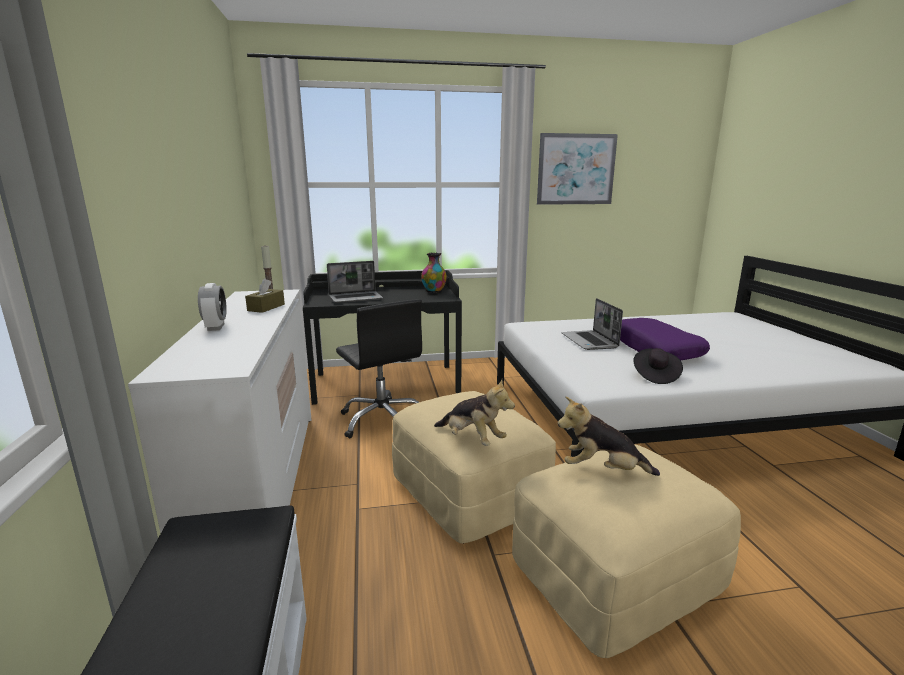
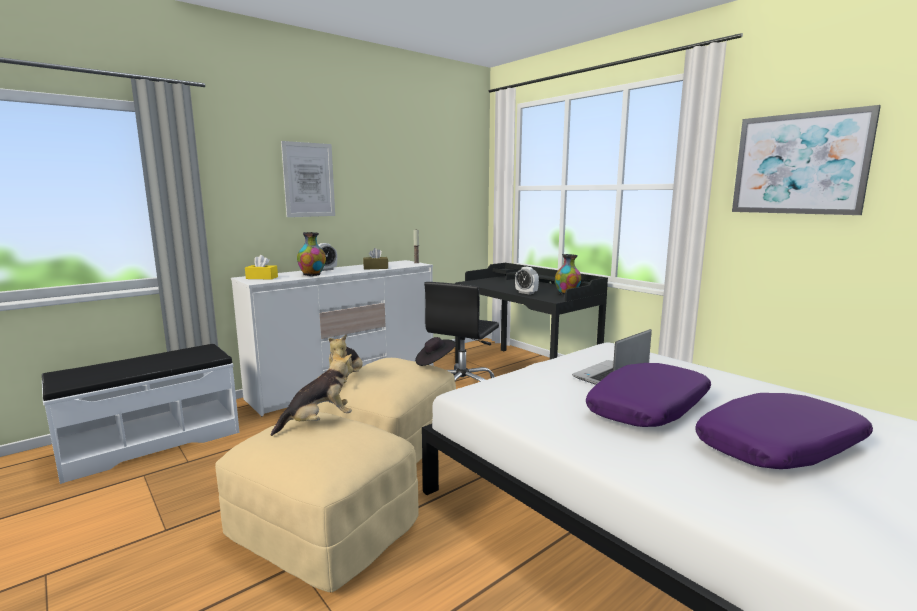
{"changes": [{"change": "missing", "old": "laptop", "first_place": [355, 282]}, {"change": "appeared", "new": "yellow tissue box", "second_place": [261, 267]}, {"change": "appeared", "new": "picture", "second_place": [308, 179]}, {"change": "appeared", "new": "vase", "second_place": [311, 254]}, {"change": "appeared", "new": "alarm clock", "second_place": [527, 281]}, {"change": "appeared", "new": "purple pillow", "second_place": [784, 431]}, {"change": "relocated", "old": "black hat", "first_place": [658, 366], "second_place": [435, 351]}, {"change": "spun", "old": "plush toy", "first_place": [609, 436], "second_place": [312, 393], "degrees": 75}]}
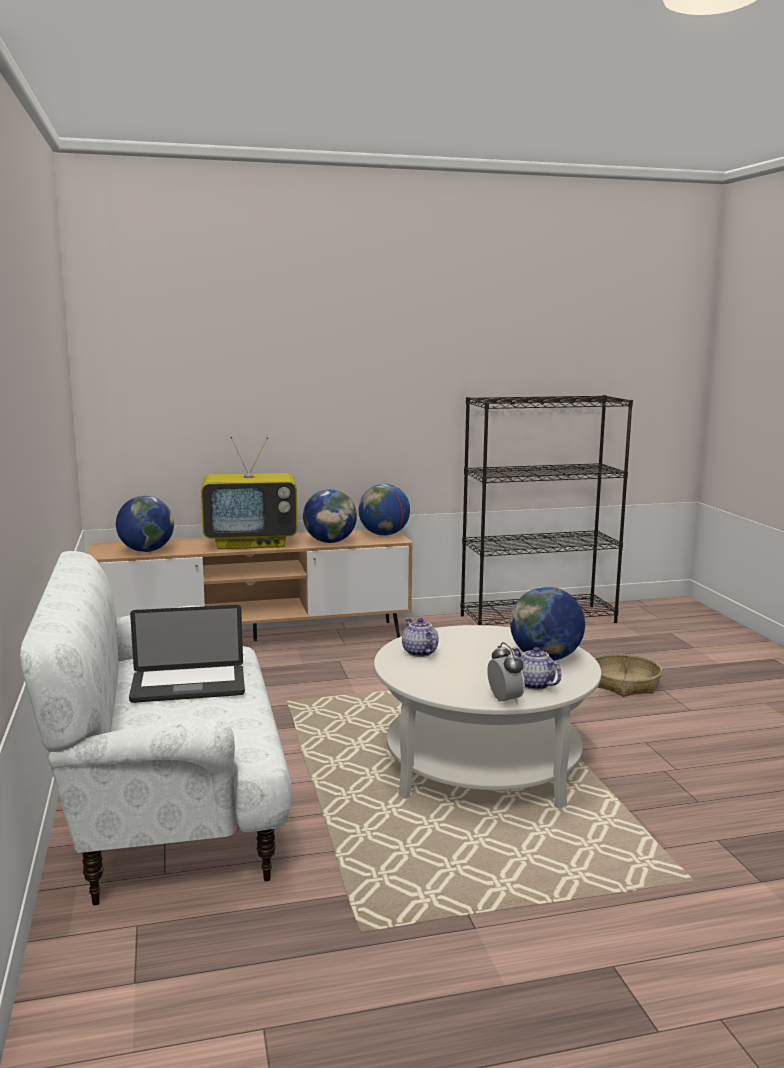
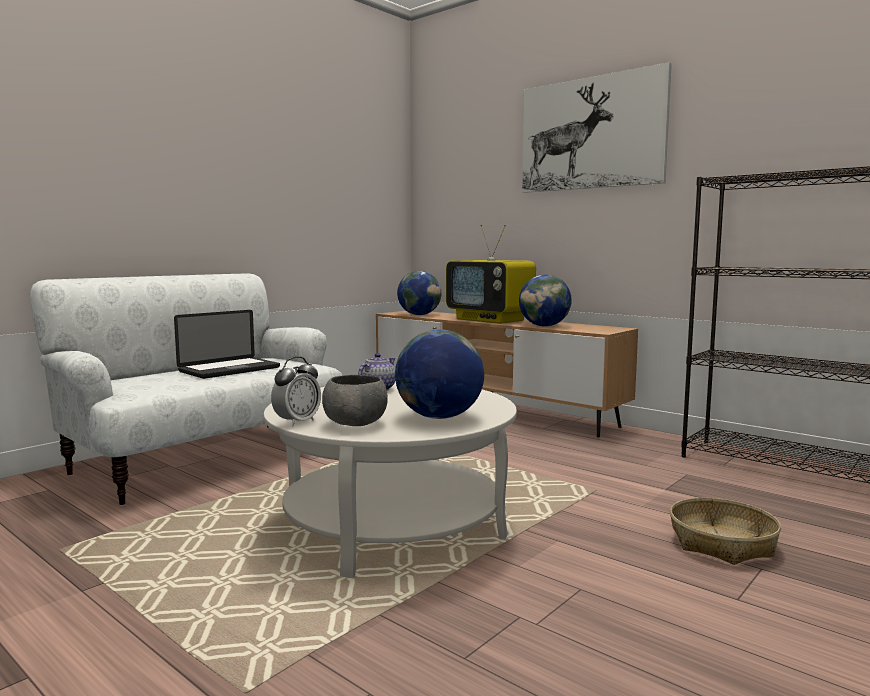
{"changes": [{"change": "missing", "old": "globe", "first_place": [384, 510]}, {"change": "appeared", "new": "picture", "second_place": [597, 127]}, {"change": "exchanged", "old": "teapot", "new": "grey bowl", "first_place": [536, 668], "second_place": [355, 400]}, {"change": "spun", "old": "laptop", "first_place": [187, 654], "second_place": [227, 344], "degrees": -90}]}
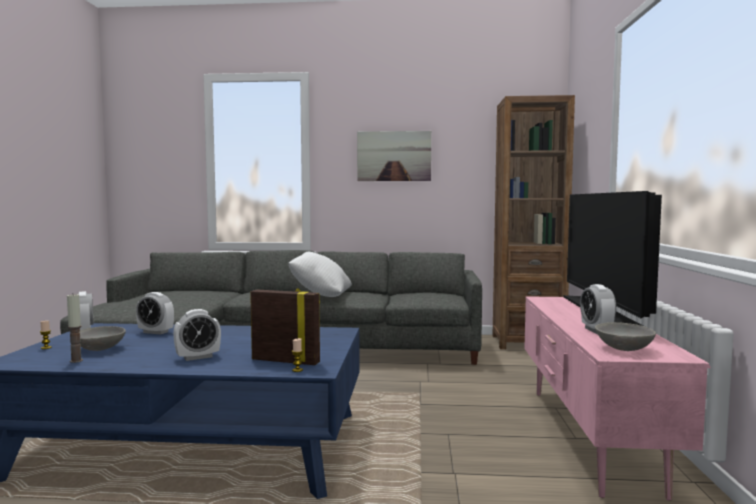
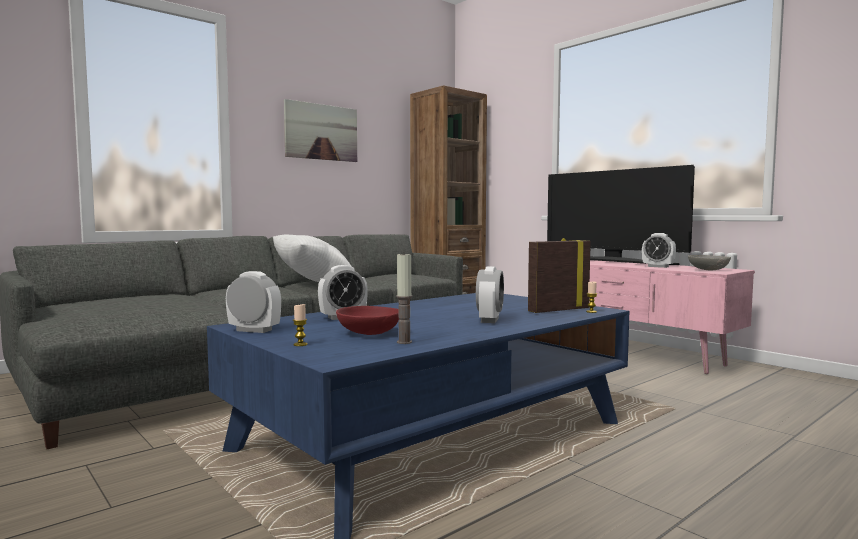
{"changes": [{"change": "colour", "old": "grey bowl", "new": "red bowl", "first_place": [103, 338], "second_place": [367, 320]}]}
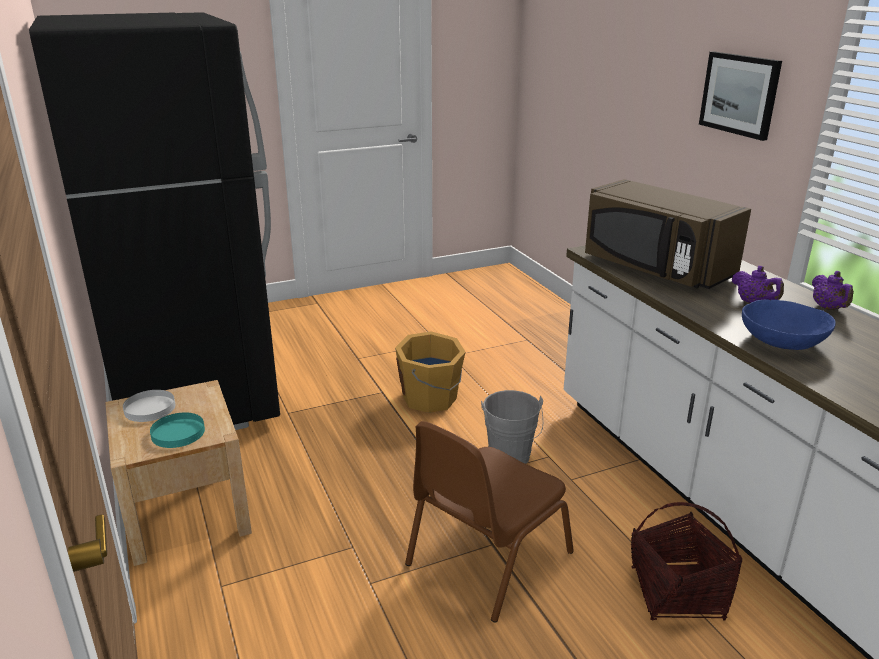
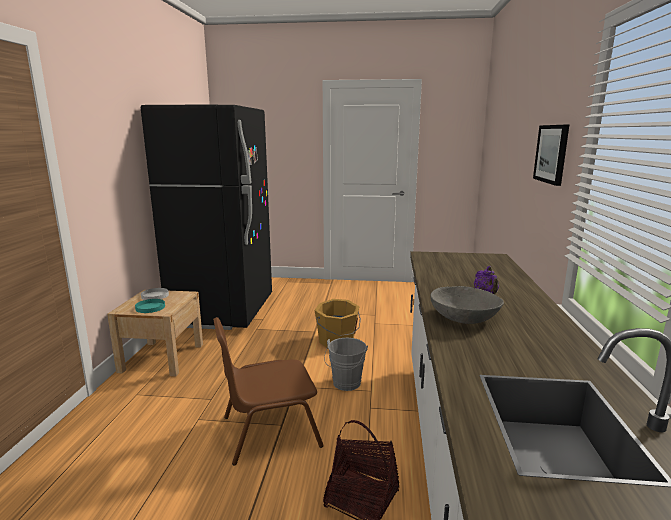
{"changes": [{"change": "missing", "old": "brown microwave", "first_place": [668, 234]}, {"change": "missing", "old": "purple teapot", "first_place": [833, 290]}, {"change": "colour", "old": "blue bowl", "new": "grey bowl", "first_place": [789, 324], "second_place": [467, 305]}]}
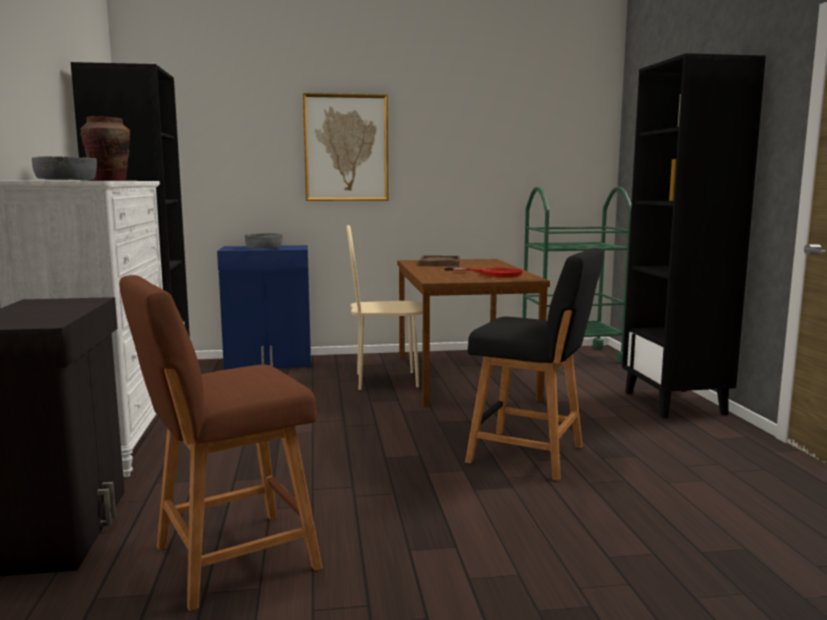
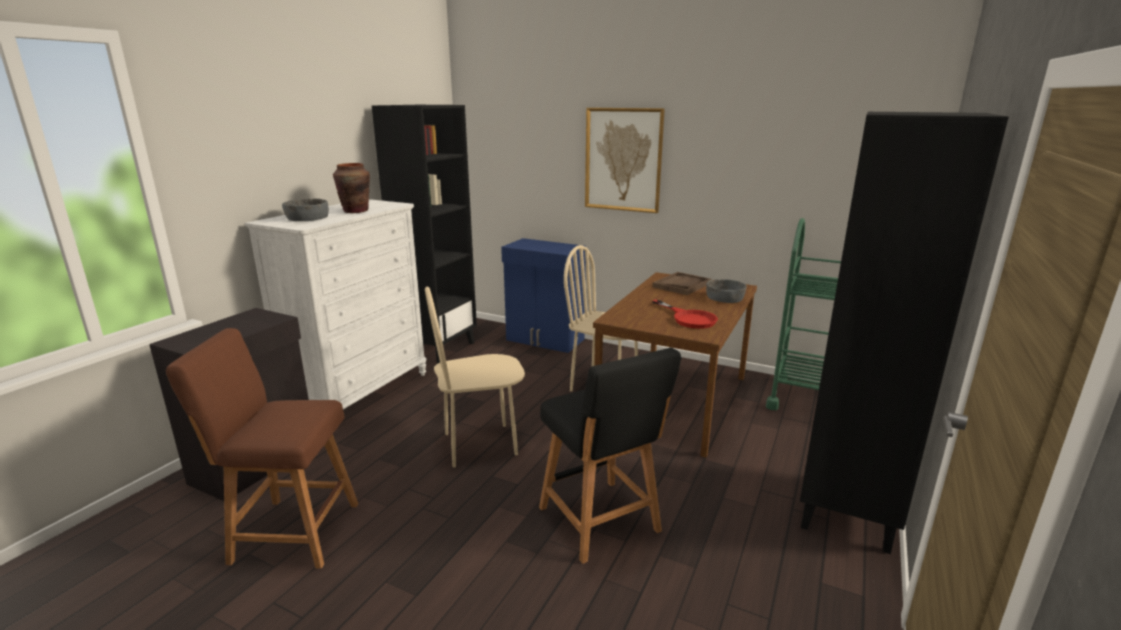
{"changes": [{"change": "appeared", "new": "beige chair", "second_place": [475, 377]}, {"change": "relocated", "old": "grey bowl", "first_place": [264, 241], "second_place": [726, 291]}]}
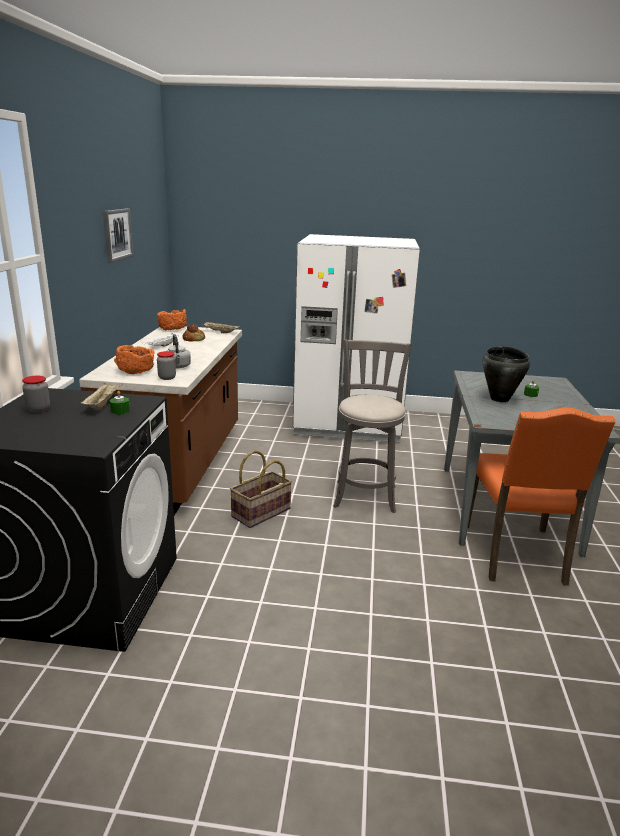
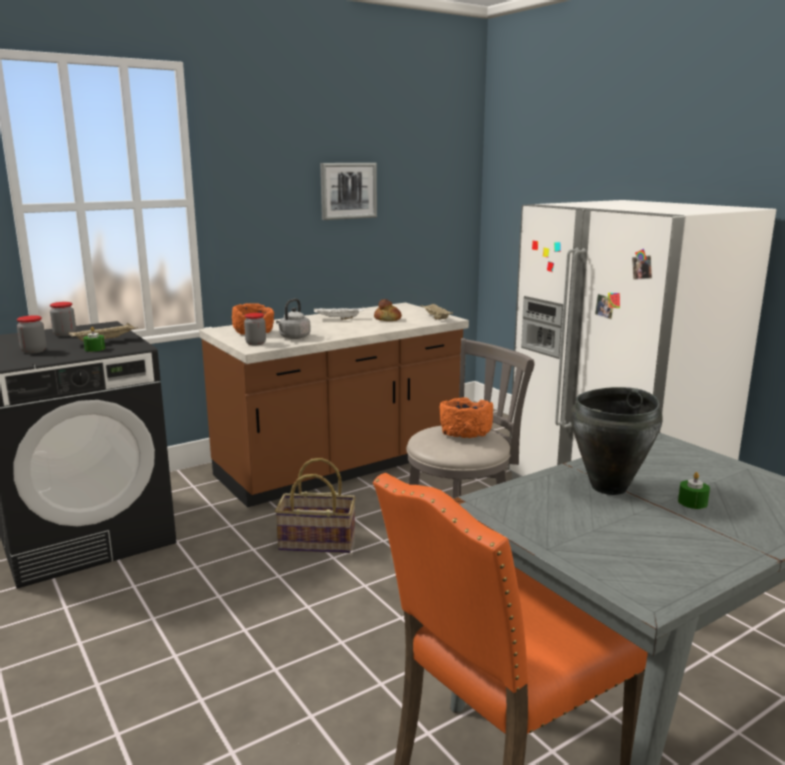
{"changes": [{"change": "appeared", "new": "jar", "second_place": [31, 334]}, {"change": "relocated", "old": "orange bowl", "first_place": [172, 320], "second_place": [466, 417]}]}
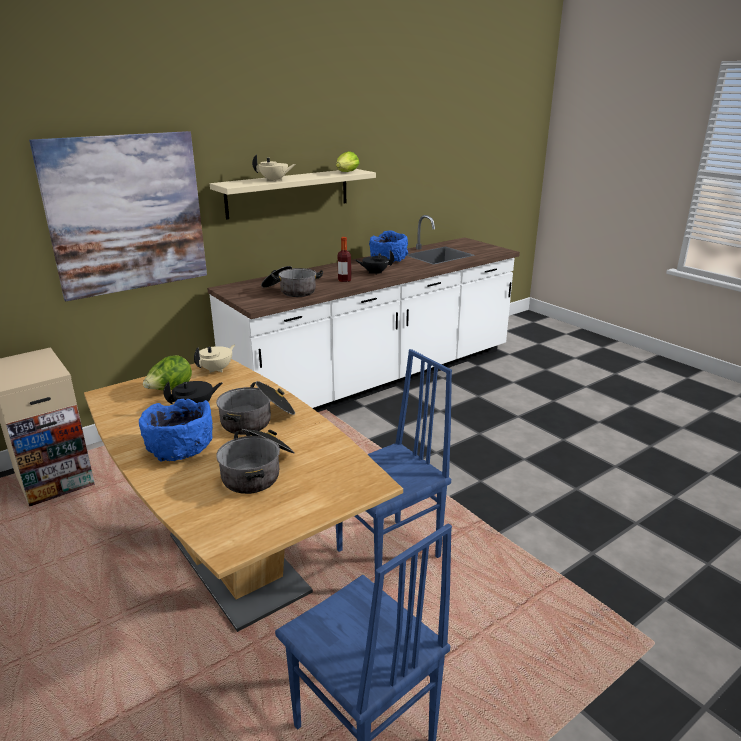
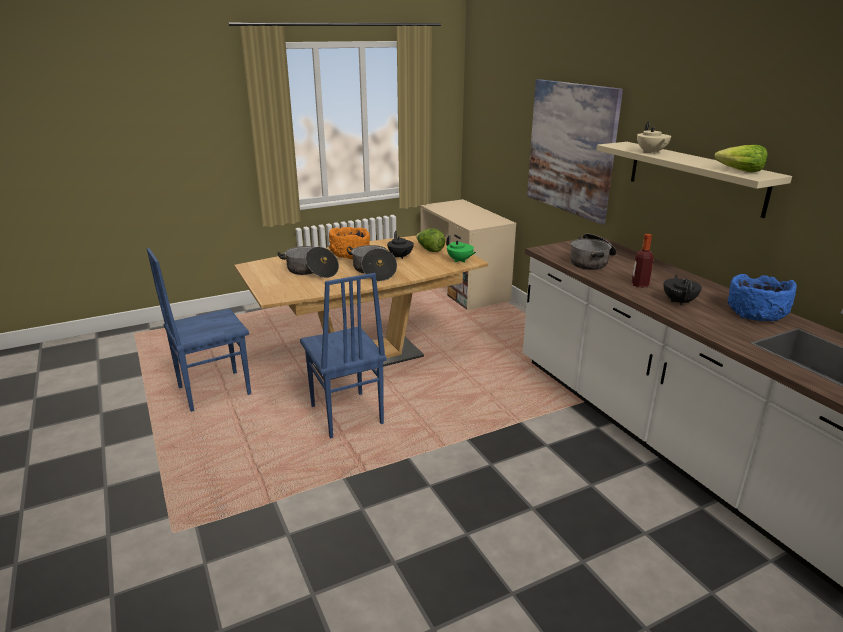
{"changes": [{"change": "colour", "old": "blue bowl", "new": "orange bowl", "first_place": [176, 430], "second_place": [349, 243]}, {"change": "colour", "old": "beige teapot", "new": "green teapot", "first_place": [214, 359], "second_place": [461, 249]}]}
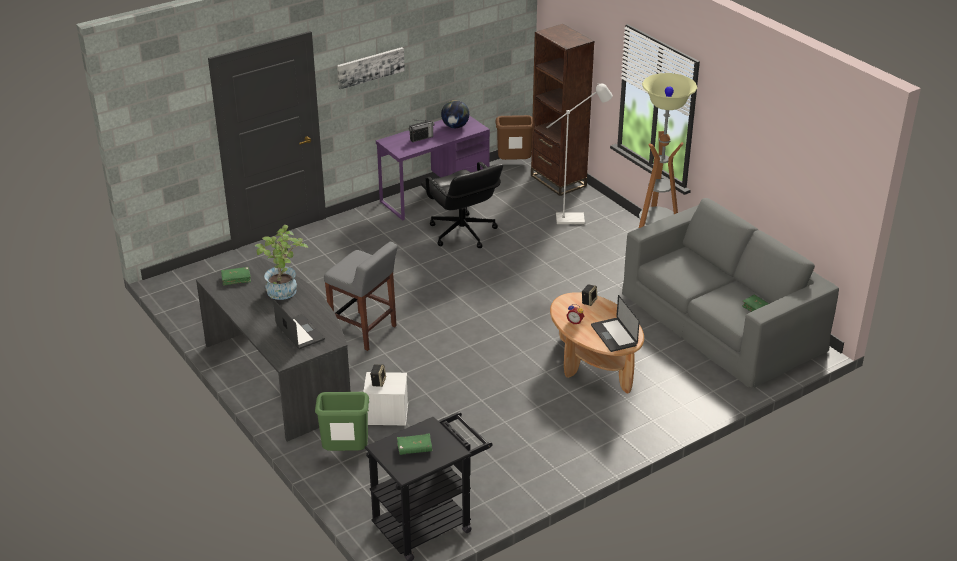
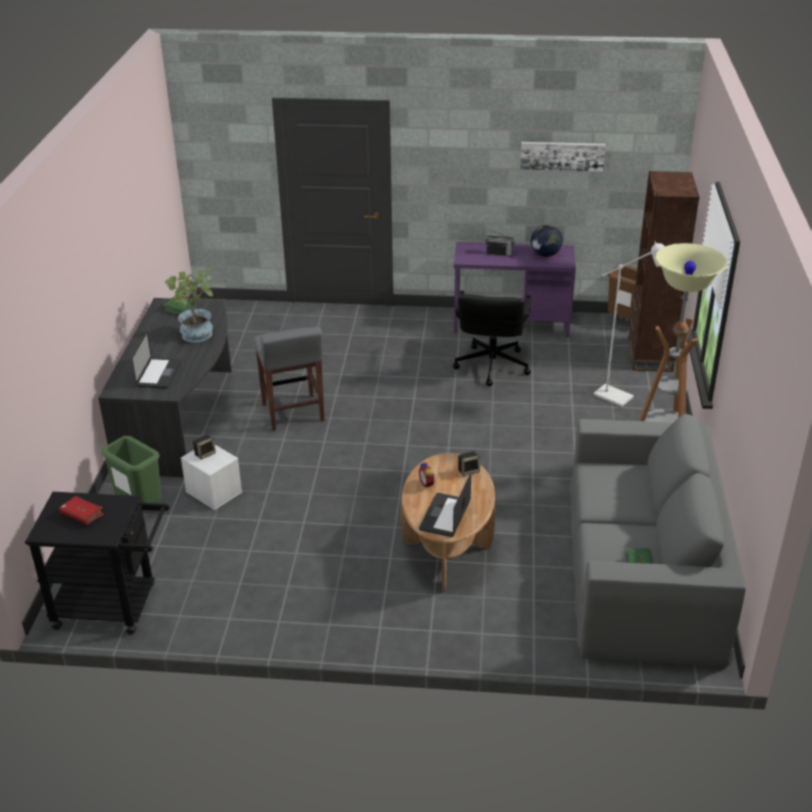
{"changes": [{"change": "relocated", "old": "picture", "first_place": [371, 68], "second_place": [563, 157]}, {"change": "colour", "old": "green book", "new": "red book", "first_place": [414, 444], "second_place": [81, 510]}]}
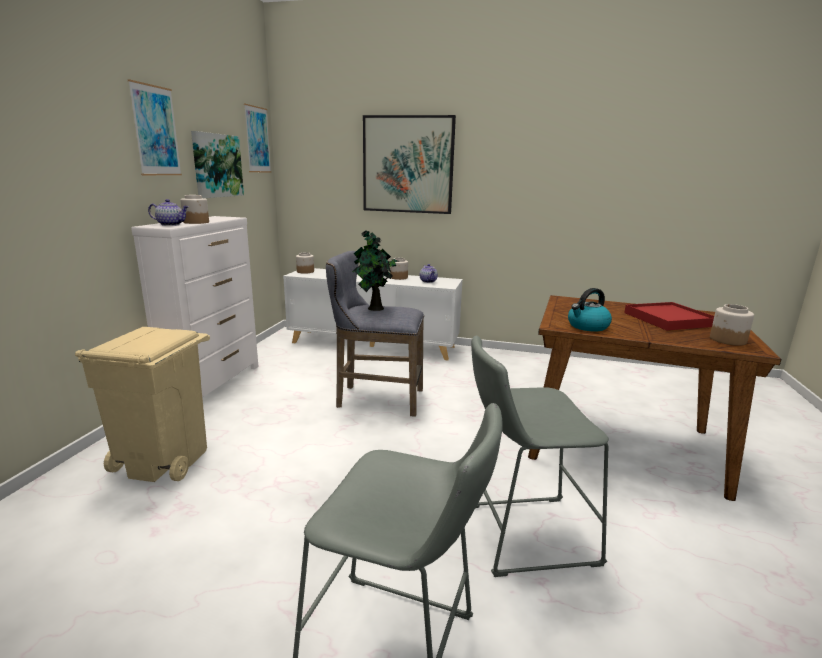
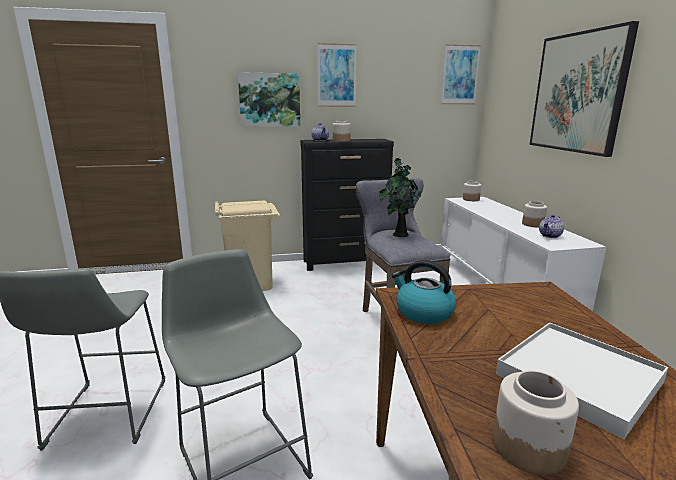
{"changes": [{"change": "relocated", "old": "picture", "first_place": [217, 164], "second_place": [269, 99]}, {"change": "colour", "old": "white dresser", "new": "black dresser", "first_place": [195, 307], "second_place": [347, 205]}, {"change": "colour", "old": "red tray", "new": "white tray", "first_place": [669, 316], "second_place": [582, 380]}]}
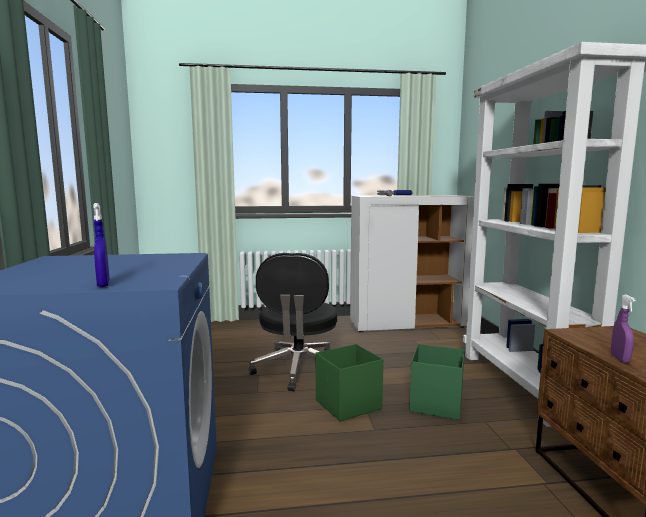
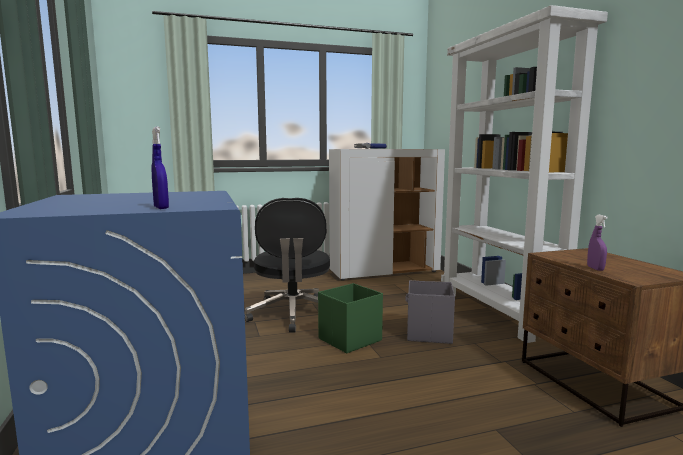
{"changes": [{"change": "colour", "old": "green storage box", "new": "grey storage box", "first_place": [436, 382], "second_place": [430, 312]}]}
